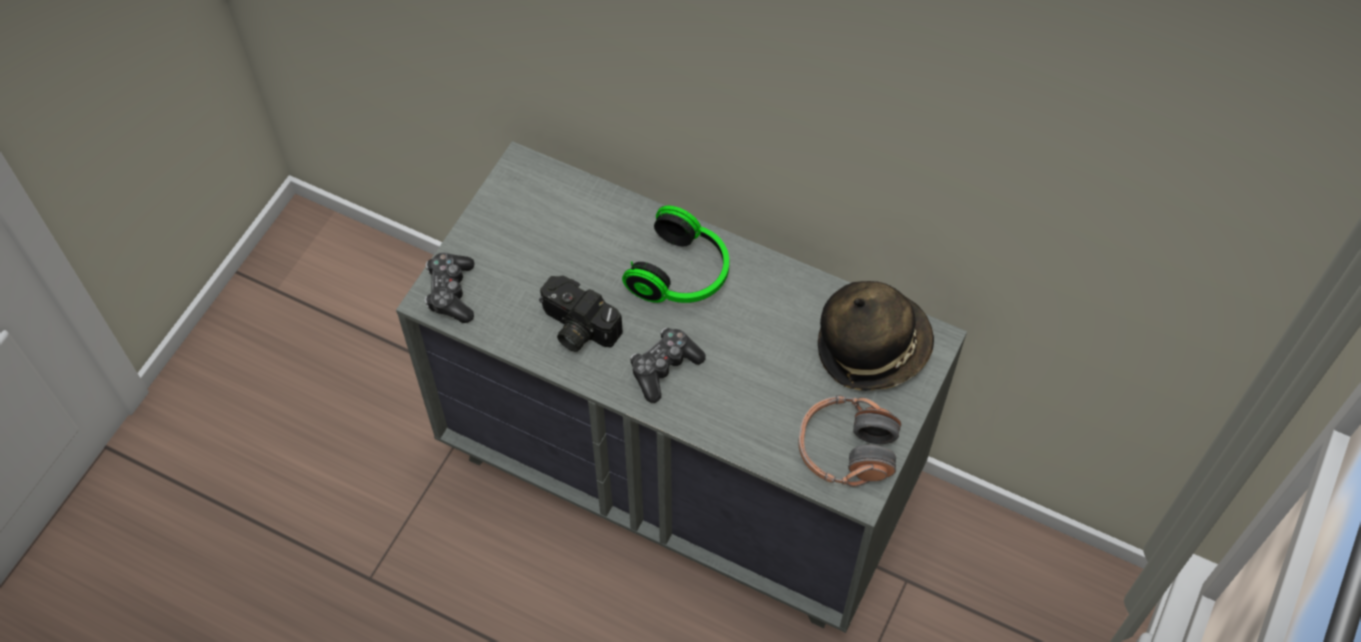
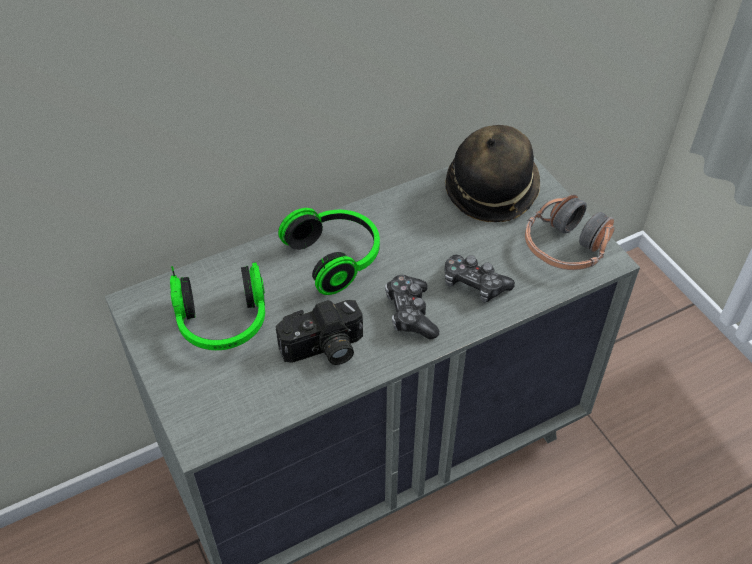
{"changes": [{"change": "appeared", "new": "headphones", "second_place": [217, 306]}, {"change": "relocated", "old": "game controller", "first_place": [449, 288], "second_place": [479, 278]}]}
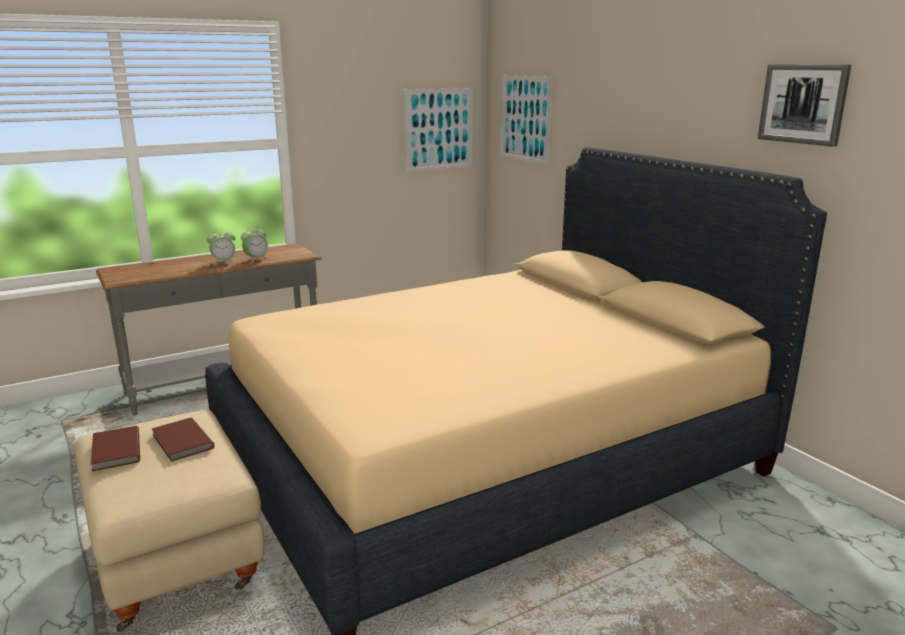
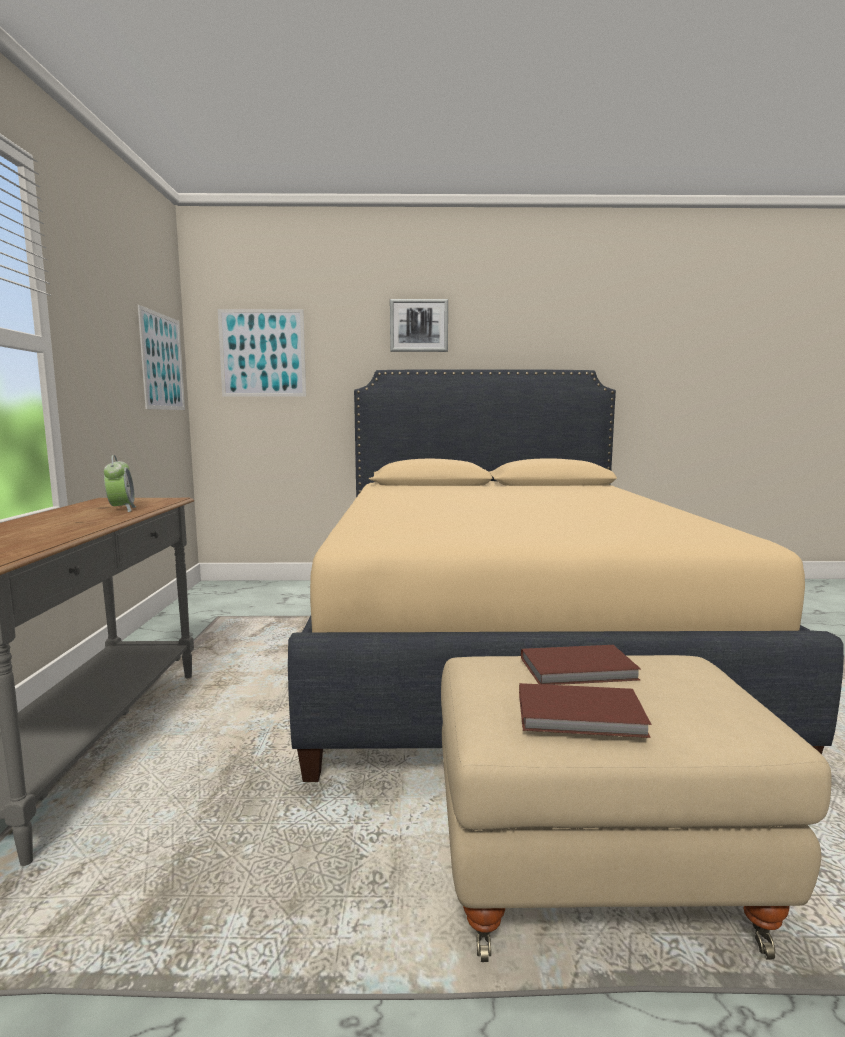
{"changes": [{"change": "missing", "old": "alarm clock", "first_place": [221, 247]}, {"change": "relocated", "old": "picture", "first_place": [804, 106], "second_place": [419, 325]}]}
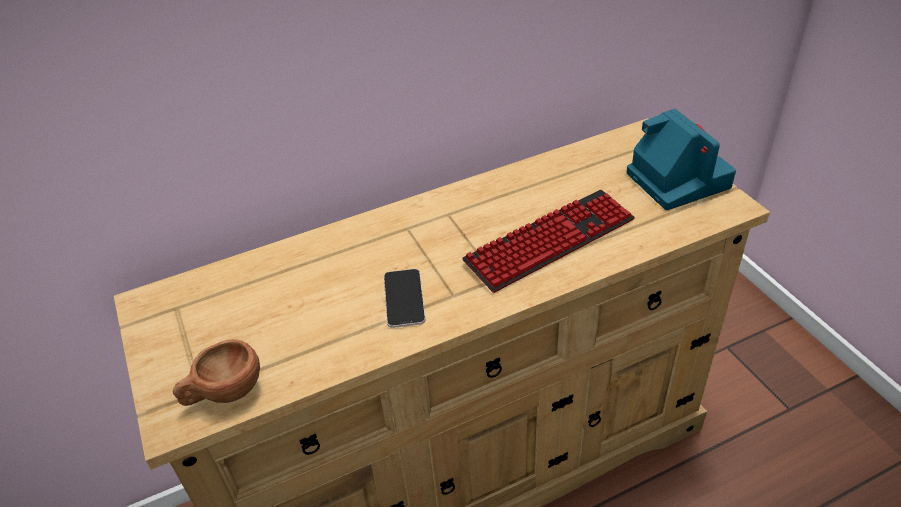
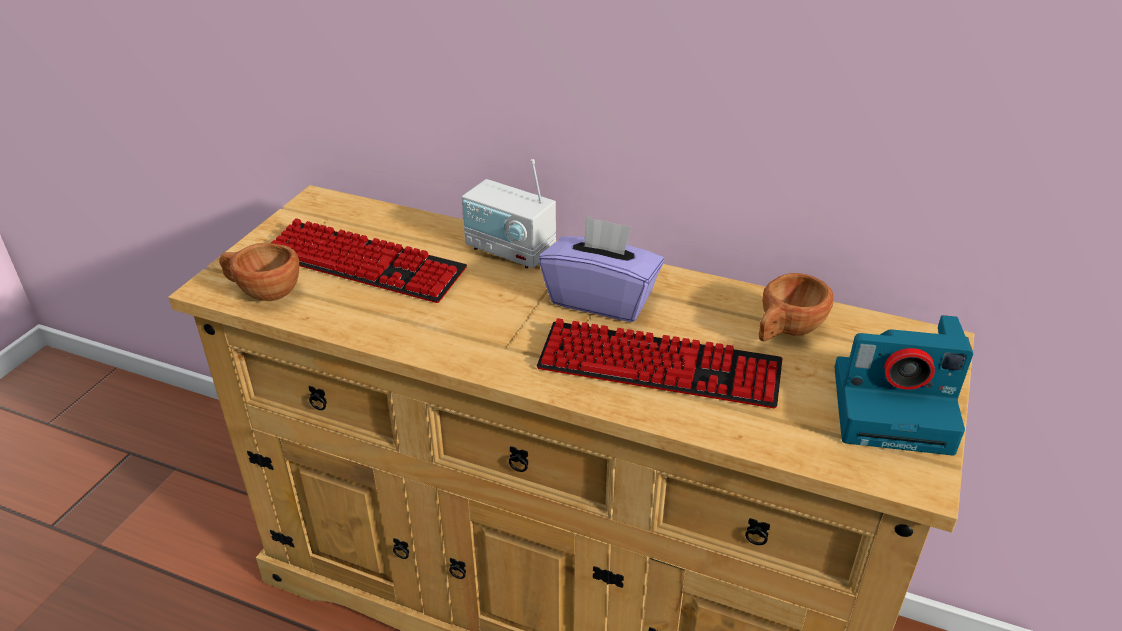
{"changes": [{"change": "missing", "old": "phone", "first_place": [404, 298]}, {"change": "appeared", "new": "keyboard", "second_place": [369, 260]}, {"change": "appeared", "new": "radio", "second_place": [509, 213]}, {"change": "appeared", "new": "purple tissue box", "second_place": [601, 269]}, {"change": "appeared", "new": "brown cup", "second_place": [796, 307]}, {"change": "spun", "old": "photo camera", "first_place": [681, 159], "second_place": [904, 385], "degrees": 75}]}
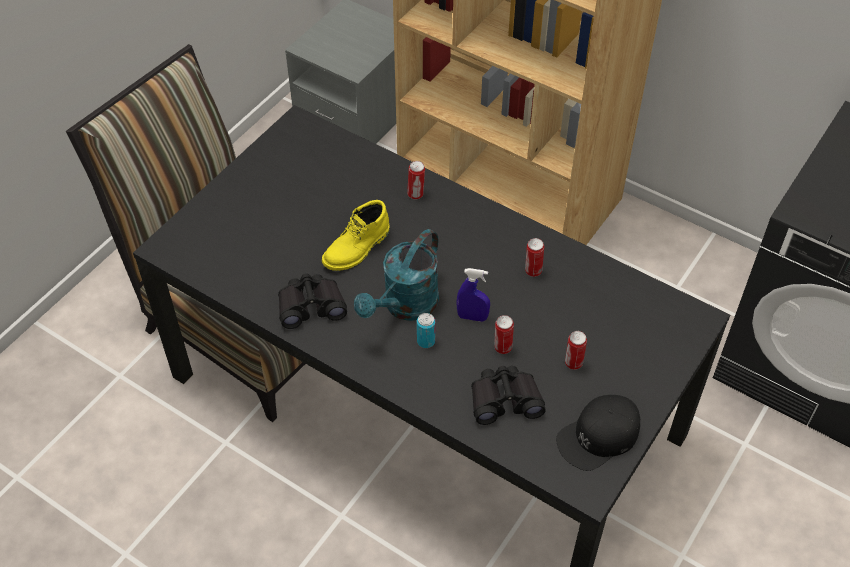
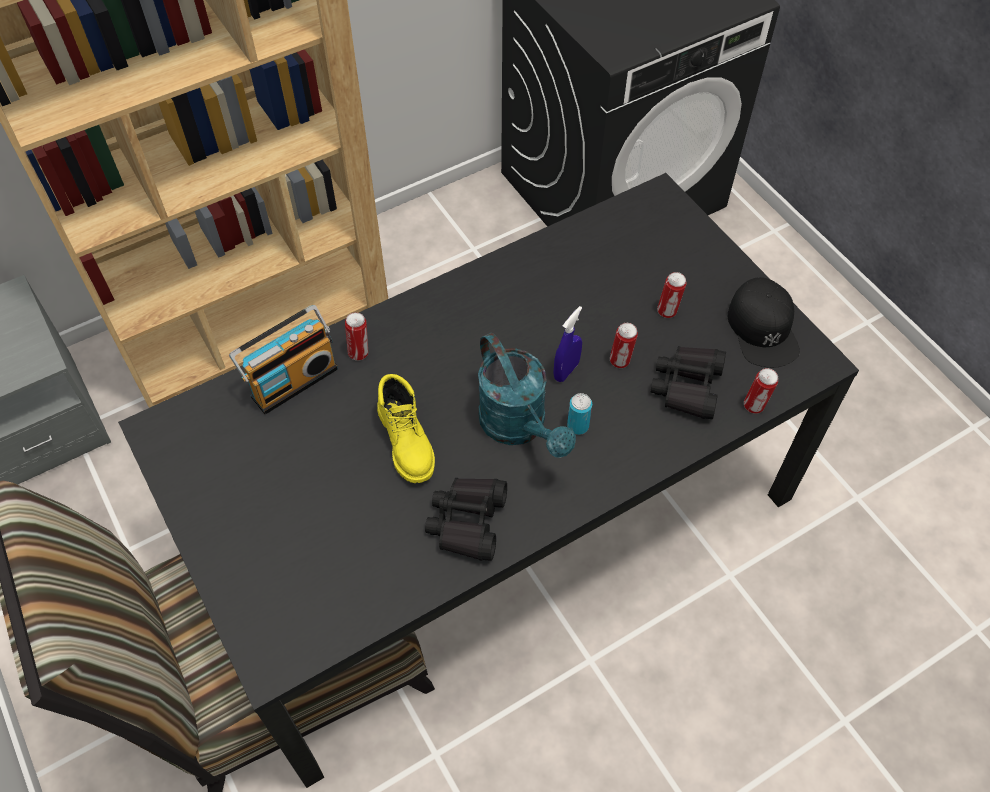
{"changes": [{"change": "appeared", "new": "radio", "second_place": [283, 359]}, {"change": "relocated", "old": "can", "first_place": [534, 257], "second_place": [761, 391]}]}
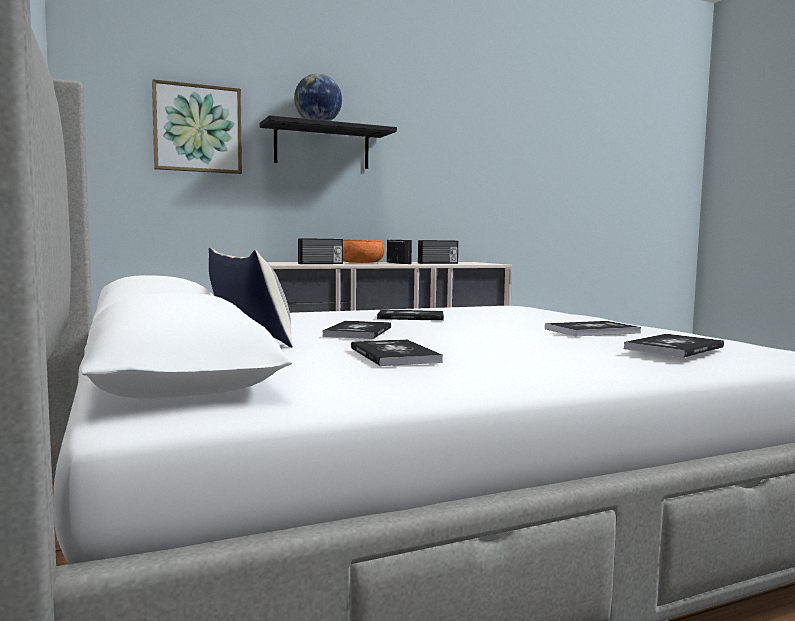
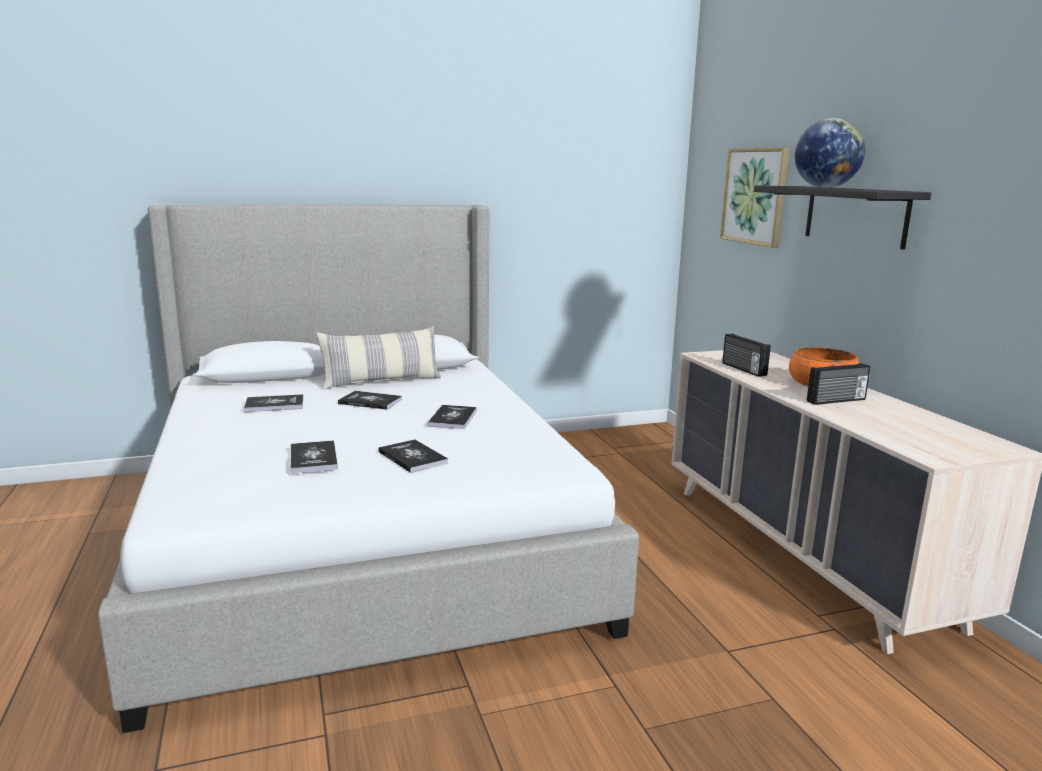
{"changes": [{"change": "missing", "old": "radio", "first_place": [438, 252]}, {"change": "relocated", "old": "book", "first_place": [674, 346], "second_place": [413, 456]}]}
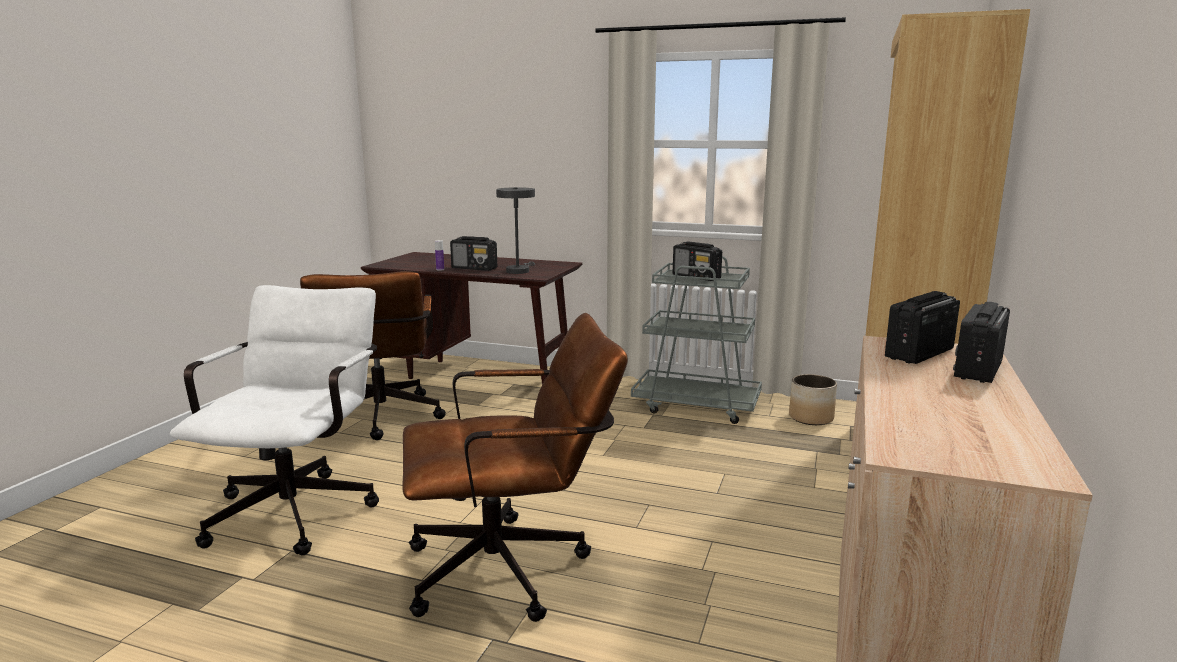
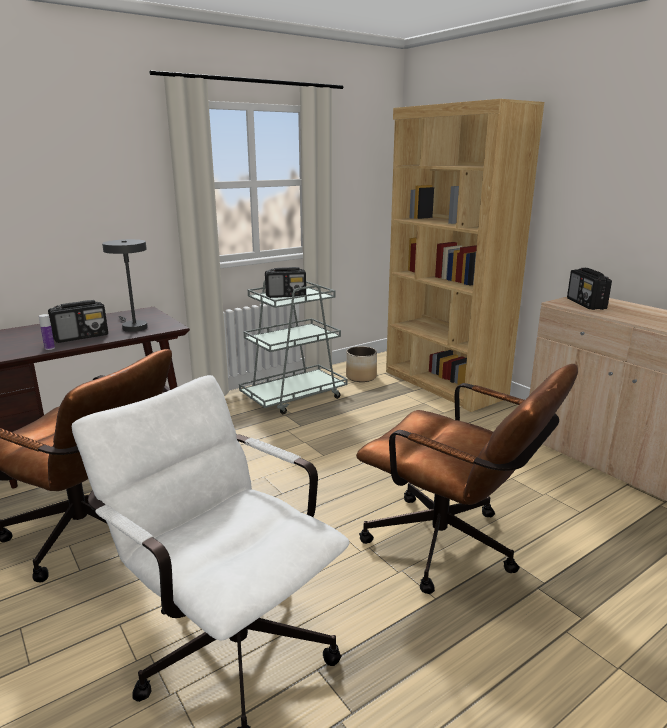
{"changes": [{"change": "missing", "old": "radio", "first_place": [981, 342]}, {"change": "spun", "old": "brown office chair", "first_place": [515, 467], "second_place": [467, 479], "degrees": 105}]}
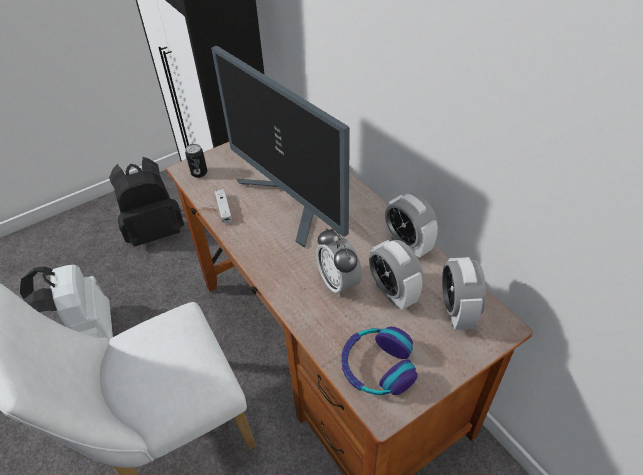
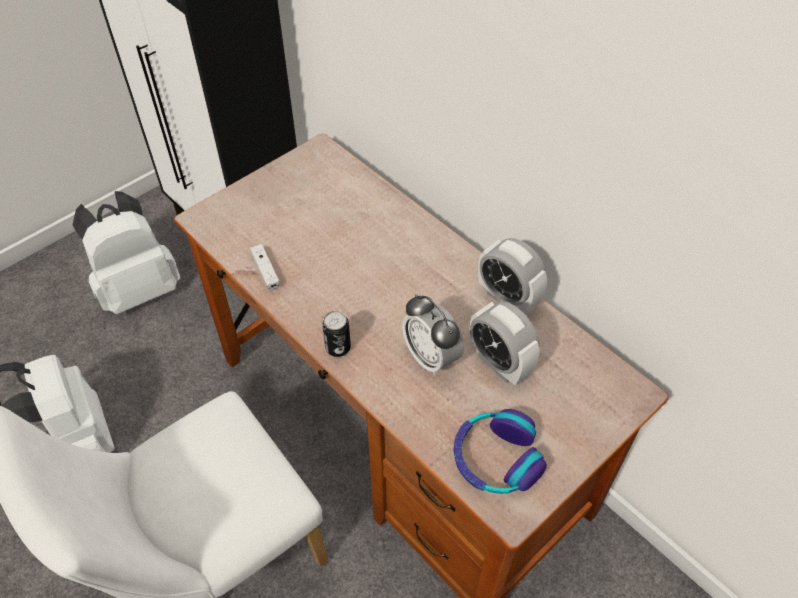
{"changes": [{"change": "missing", "old": "monitor", "first_place": [280, 146]}, {"change": "missing", "old": "alarm clock", "first_place": [464, 293]}, {"change": "relocated", "old": "can", "first_place": [196, 161], "second_place": [336, 334]}, {"change": "colour", "old": "black backpack", "new": "white backpack", "first_place": [146, 201], "second_place": [126, 252]}]}
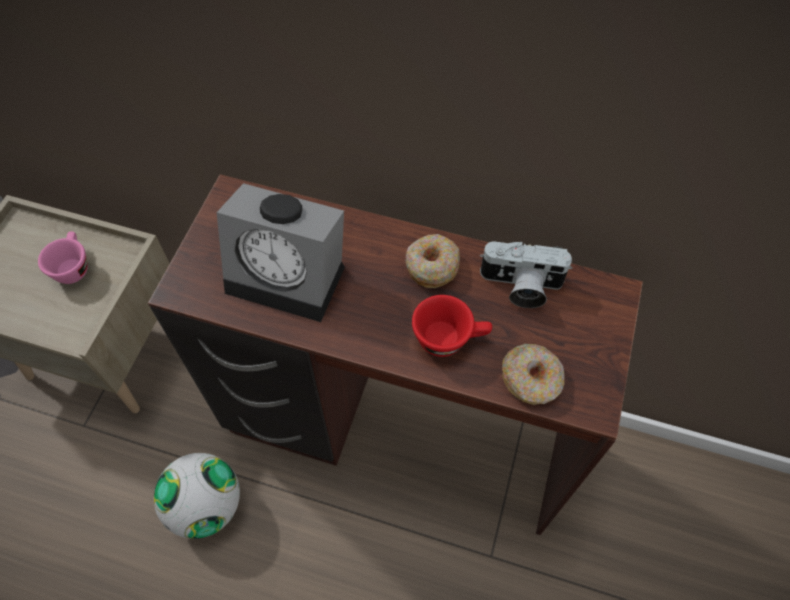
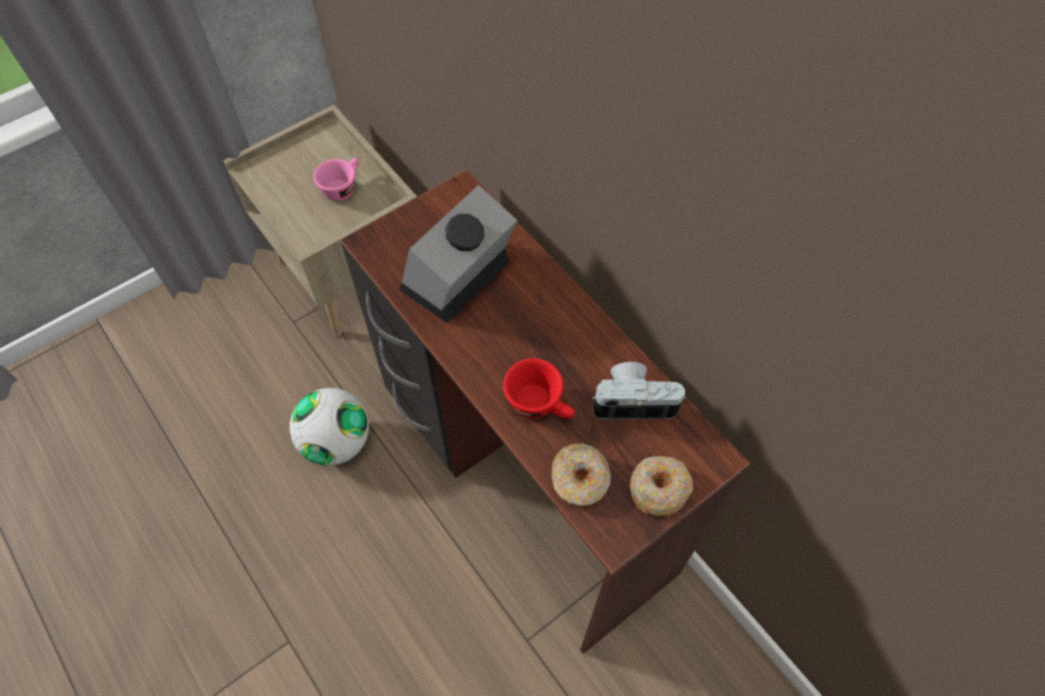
{"changes": [{"change": "relocated", "old": "donut", "first_place": [433, 261], "second_place": [661, 486]}, {"change": "spun", "old": "alarm clock", "first_place": [281, 252], "second_place": [458, 254], "degrees": 75}, {"change": "spun", "old": "photo camera", "first_place": [526, 274], "second_place": [639, 390], "degrees": 135}]}
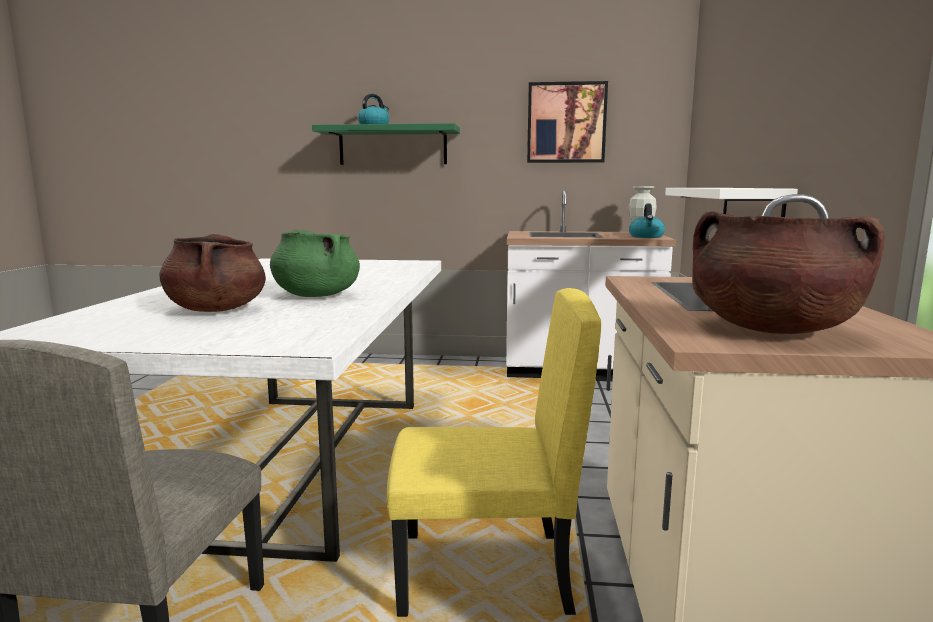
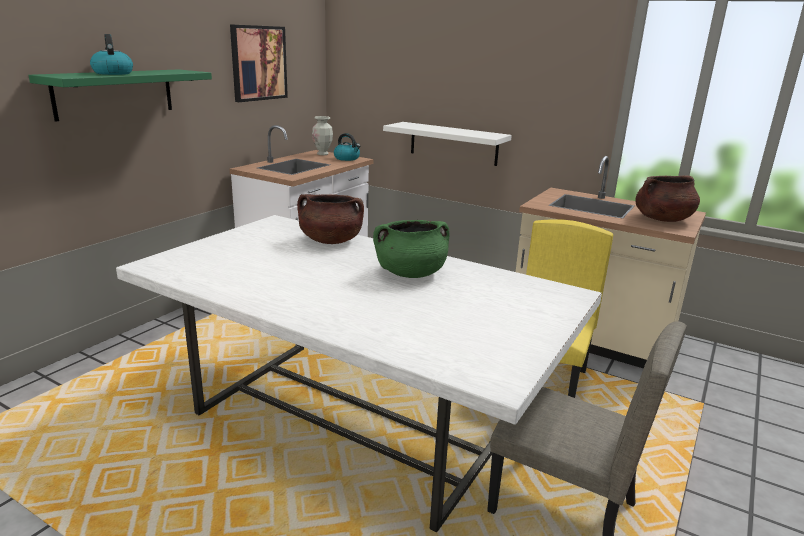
{"changes": [{"change": "relocated", "old": "brown cooking pot", "first_place": [212, 273], "second_place": [330, 219]}]}
